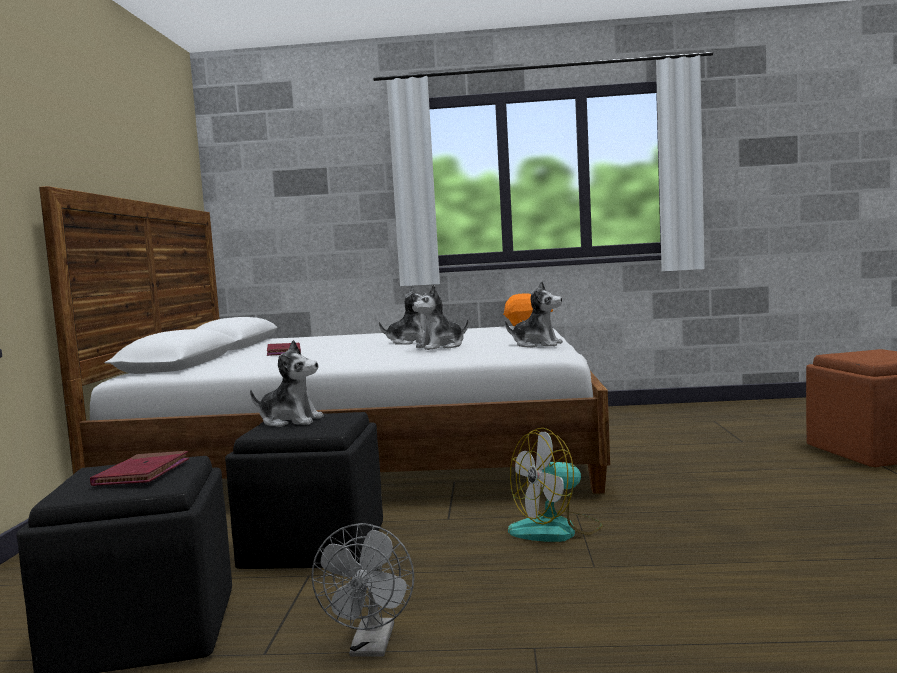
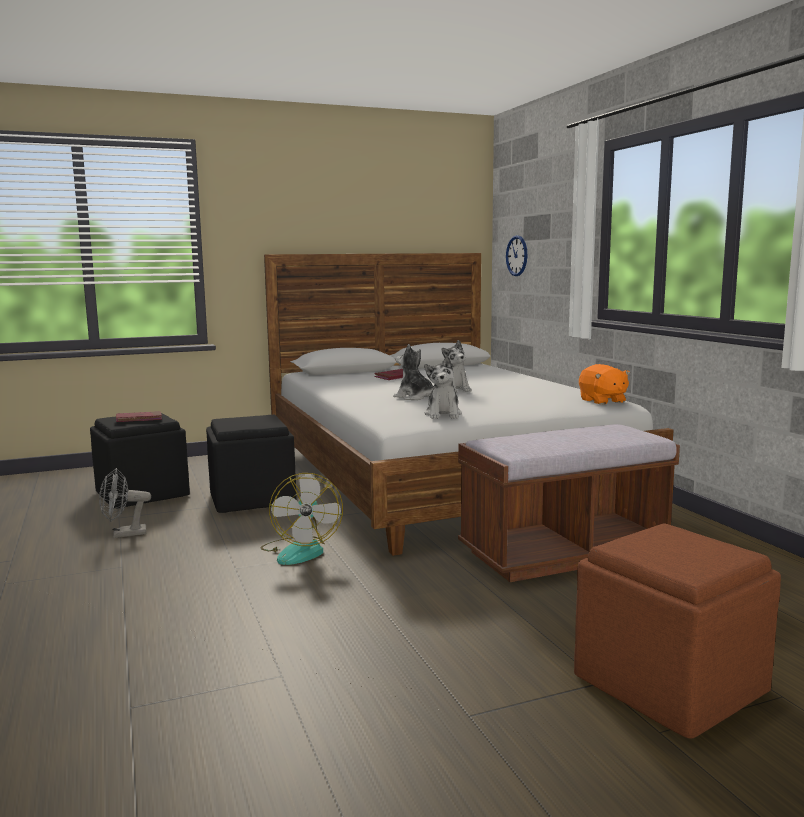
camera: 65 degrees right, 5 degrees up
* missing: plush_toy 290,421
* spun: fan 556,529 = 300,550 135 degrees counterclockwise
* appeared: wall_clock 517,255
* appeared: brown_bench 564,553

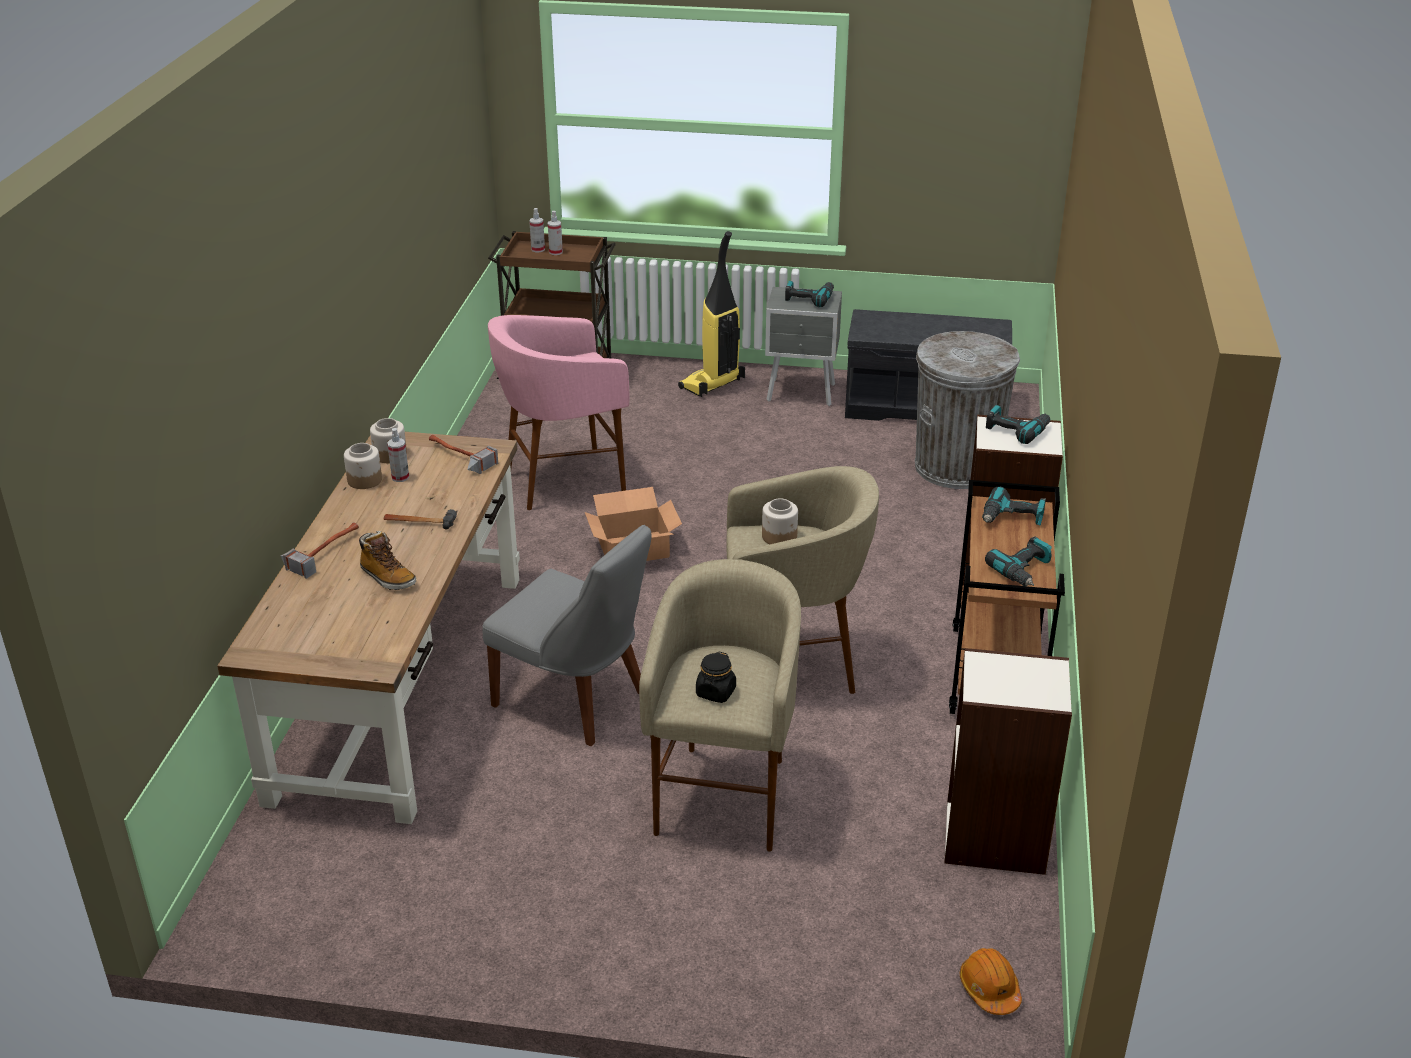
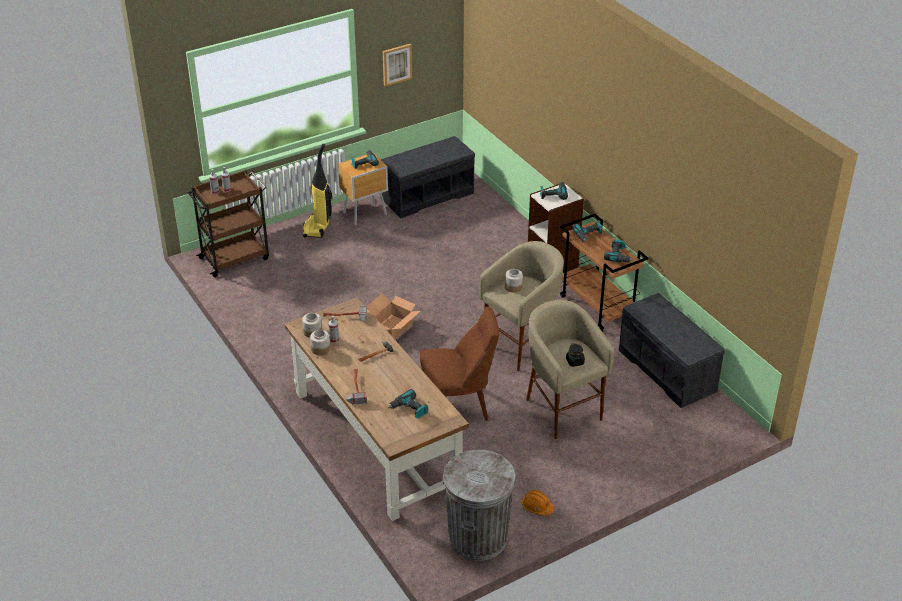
camera: 40 degrees left, 5 degrees up
* colour: grey_nightstand 802,394 to brown_nightstand 366,214
* missing: pink_stool 563,481
* relocated: grey_trash_can 956,467 to 477,537
* colour: grey_chair 576,701 to brown_chair 458,406
* missing: boot 387,578
* exchanged: bookcase 996,839 to grey_bench 668,371
* relocated: orange_hard_hat 989,989 to 537,507
* appeared: picture 396,64
* appeared: power_drill 409,409

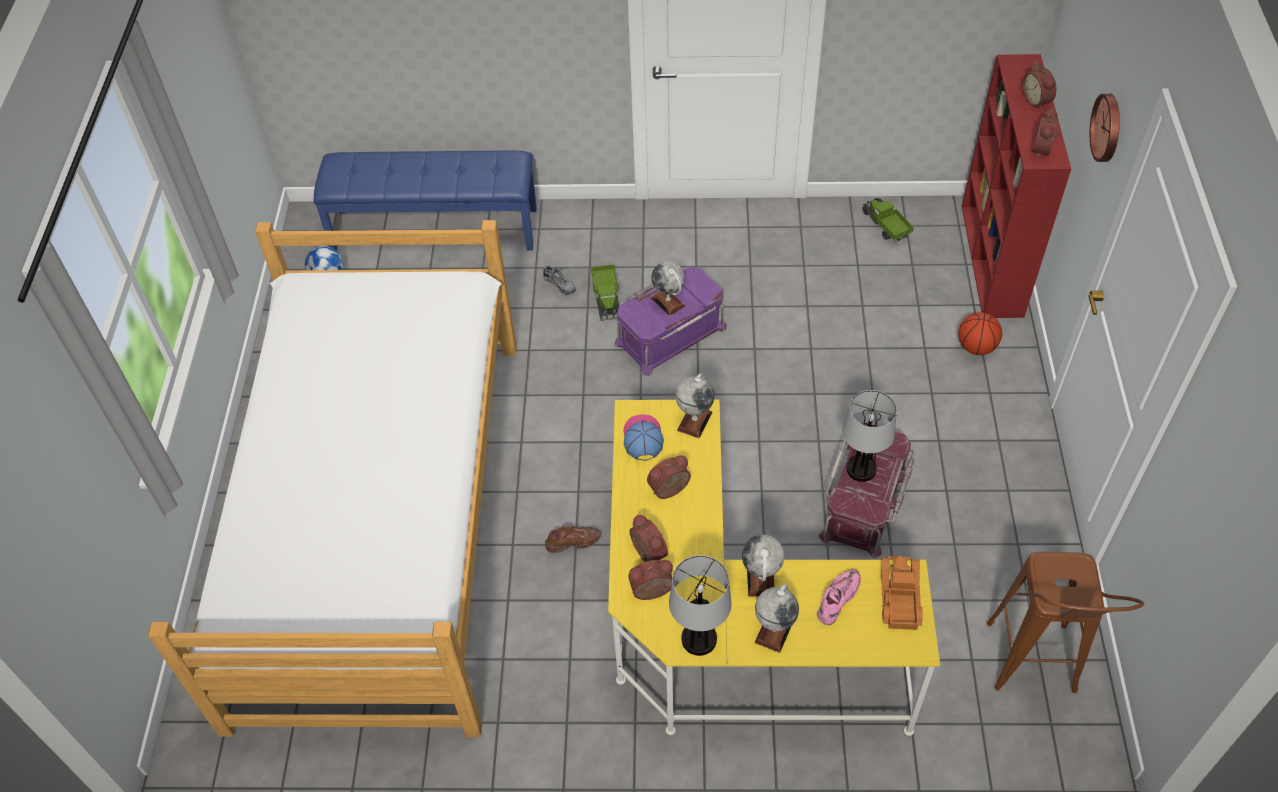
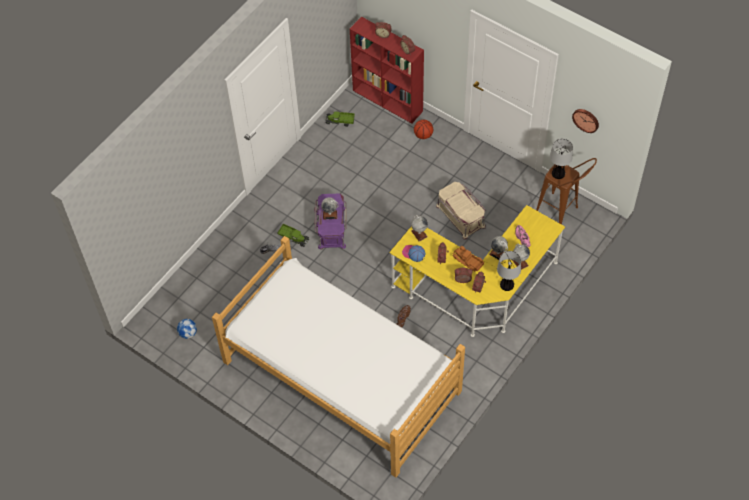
camera: 55 degrees left, 5 degrees up
* relocated: wall_clock 1108,127 to 586,119
* missing: blue_bench 435,228
* relocated: table_lamp 861,468 to 558,173
* colour: red_storage_box 865,503 to beige_storage_box 461,216
* relocated: toy_truck 898,596 to 467,261

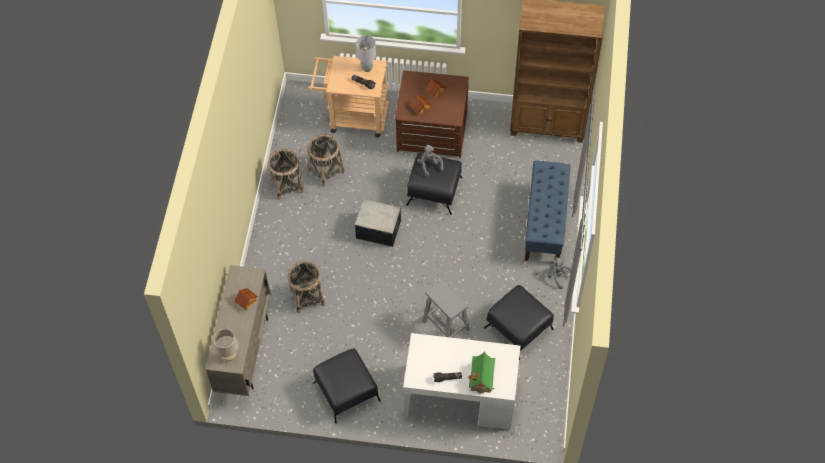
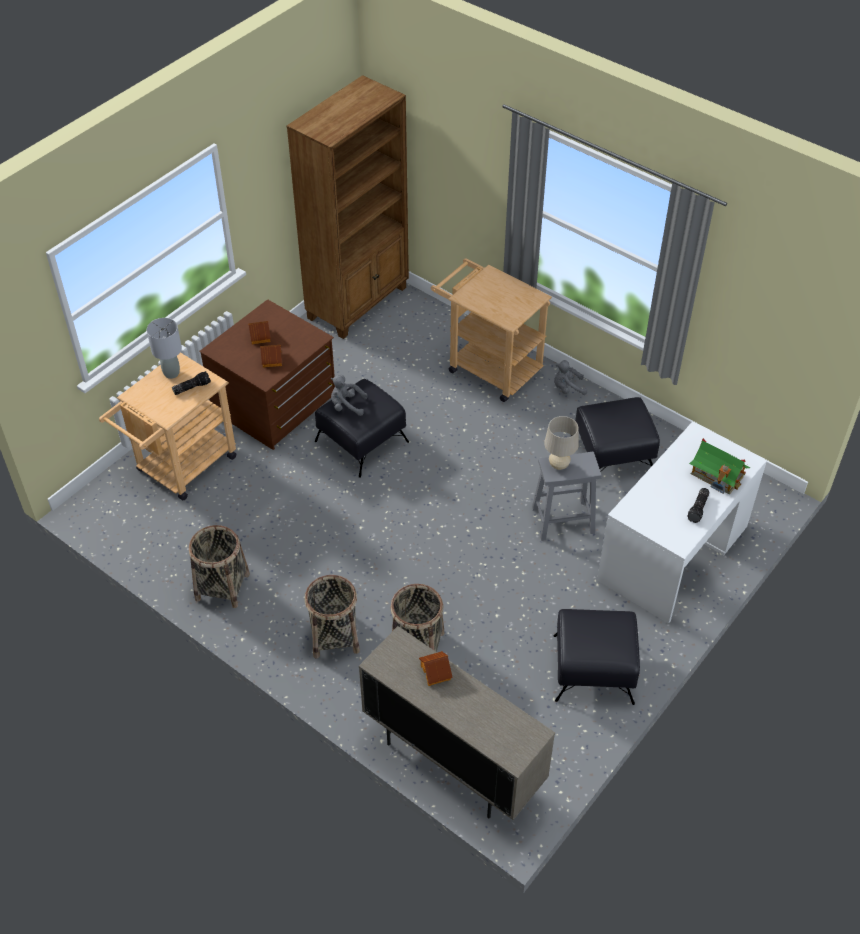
camera: 60 degrees left, 10 degrees down
* relocated: basket 326,170 to 334,636
* exchanged: blue_bench 545,223 to beige_cart 488,366
* missing: storage_box 378,229
* relocated: beige_table_lamp 229,356 to 558,465

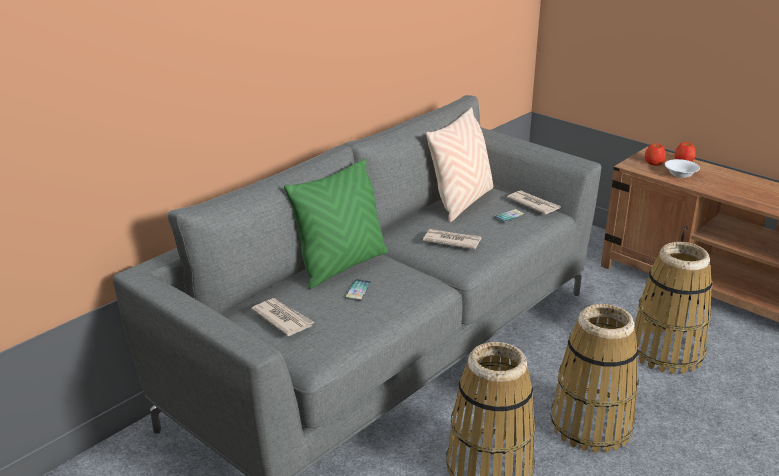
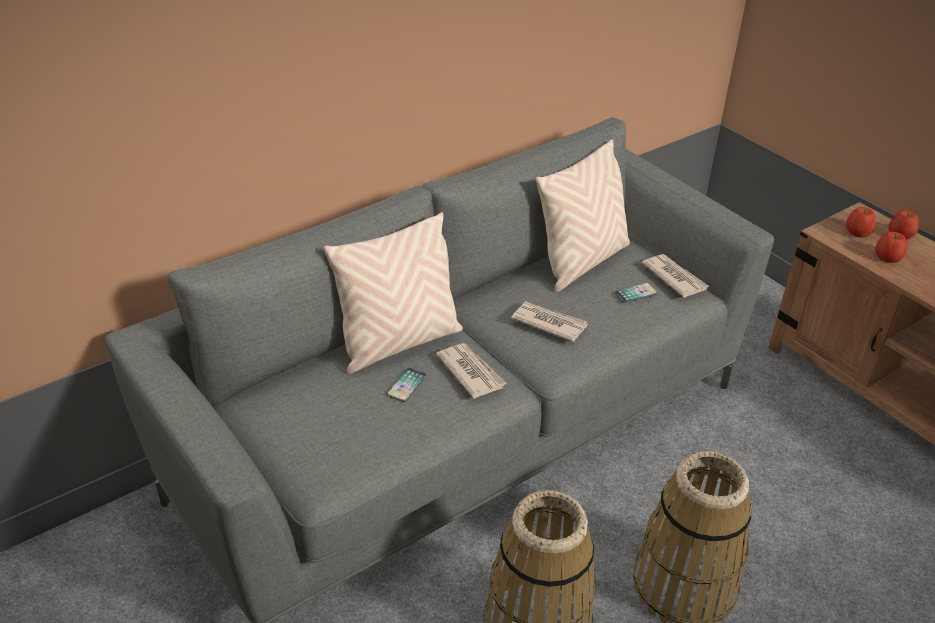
camera: 10 degrees right, 10 degrees up
* colour: green_pillow 341,266 to beige_pillow 398,343
* exchanged: white_bowl 680,174 to apple 888,257
* missing: basket 666,352
* relocated: newspaper 283,319 to 471,372

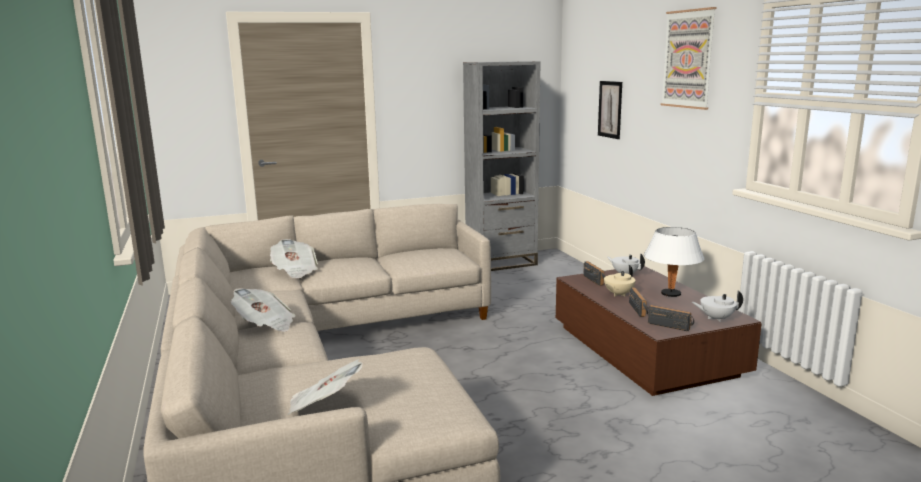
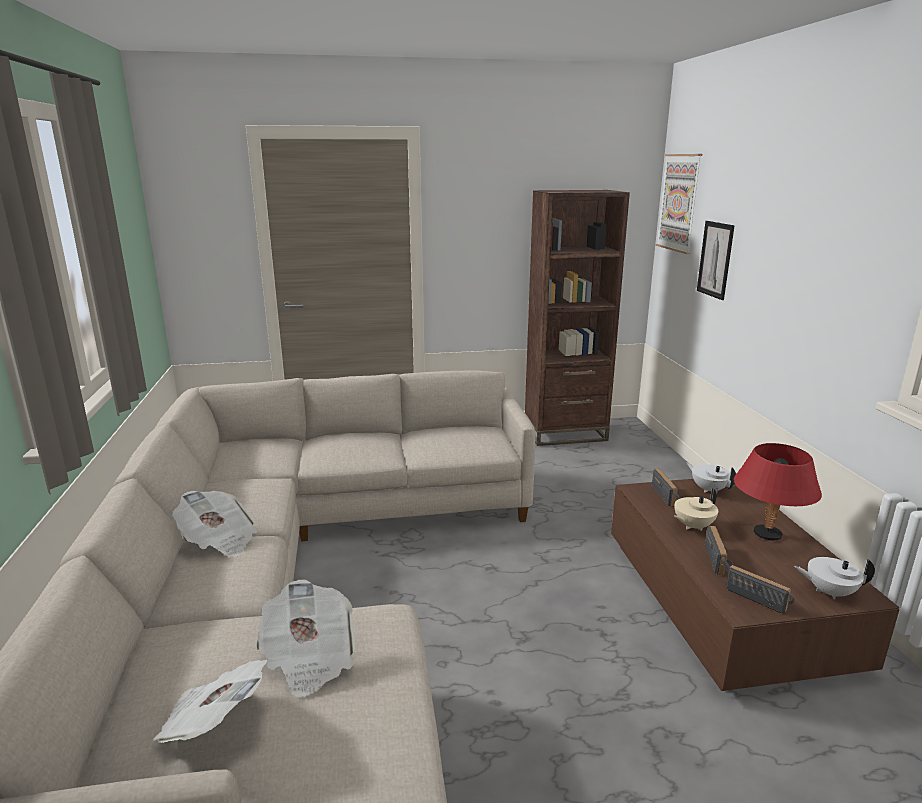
camera: 10 degrees right, 5 degrees up
* relocated: picture 688,59 to 679,203
* colour: grey_bookcase 501,262 to brown_bookcase 565,433
* colour: white_table_lamp 671,294 to red_table_lamp 767,534
* relocated: newspaper 295,271 to 309,658

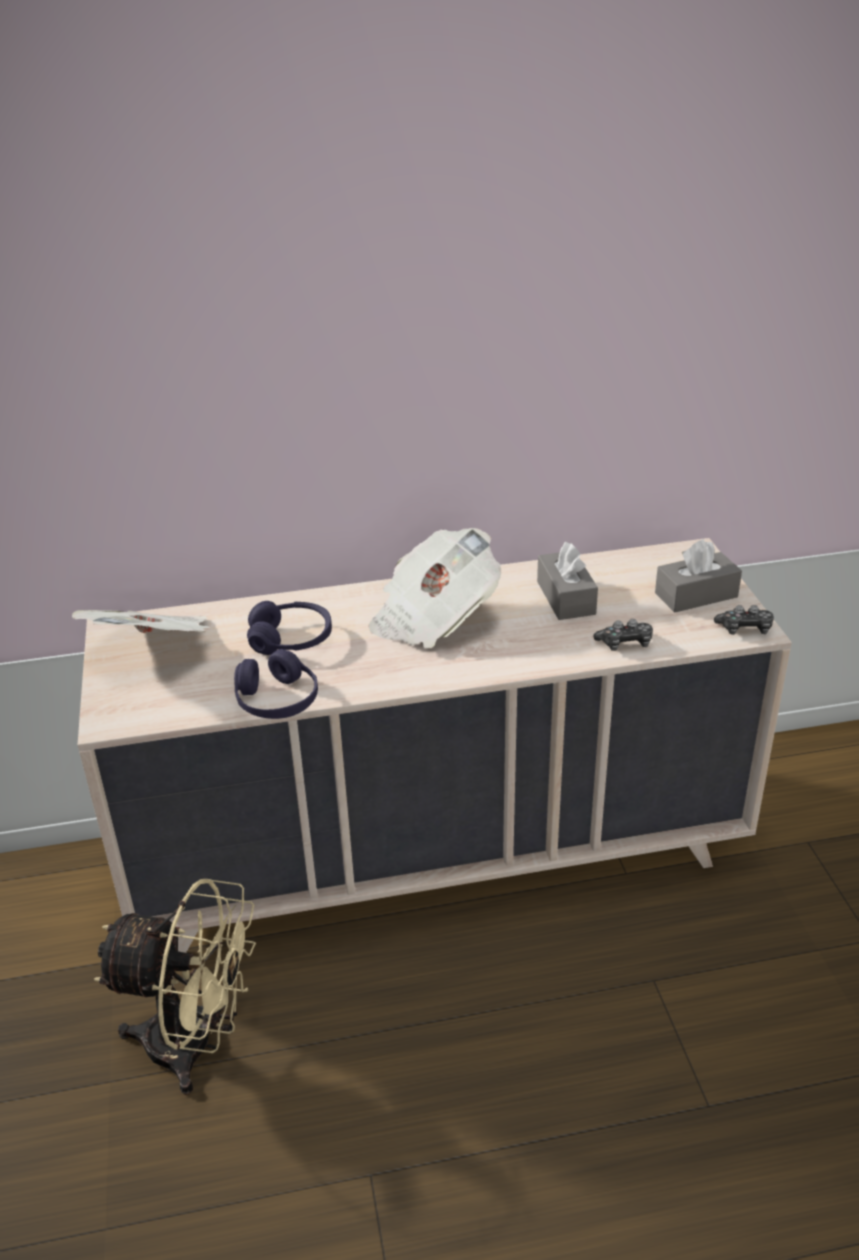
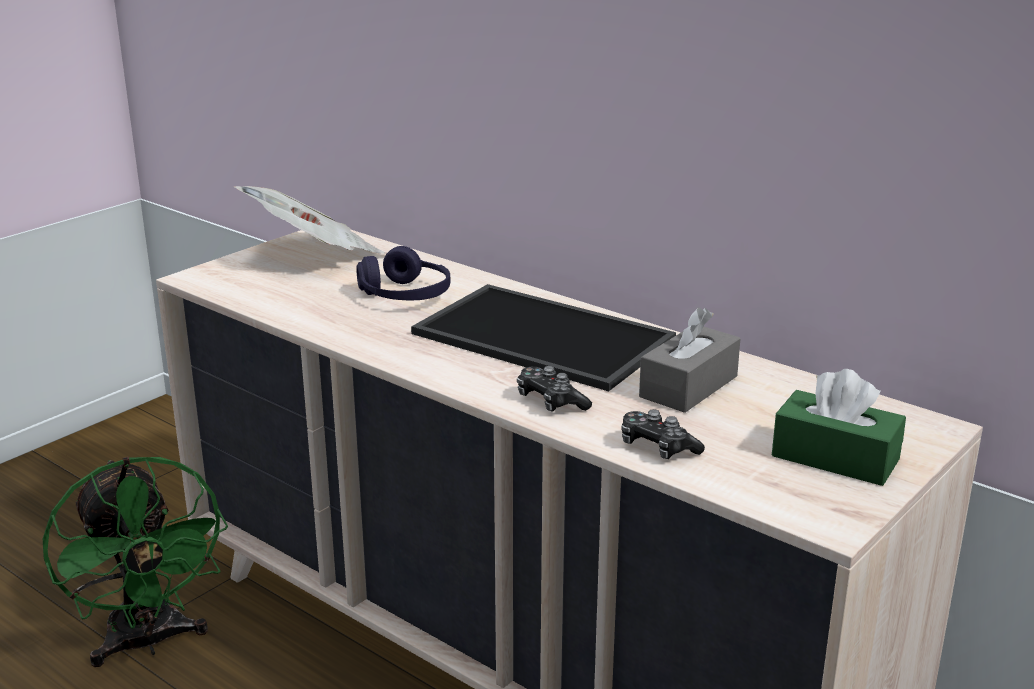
camera: 50 degrees right, 10 degrees down
* exchanged: newspaper 433,617 to tray 538,337
* colour: grey_tissue_box 696,595 to green_tissue_box 835,458
* relocated: game_controller 745,629 to 550,401
* missing: purple_headphones 277,700
* colour: beige_fan 197,1045 to green_fan 148,642

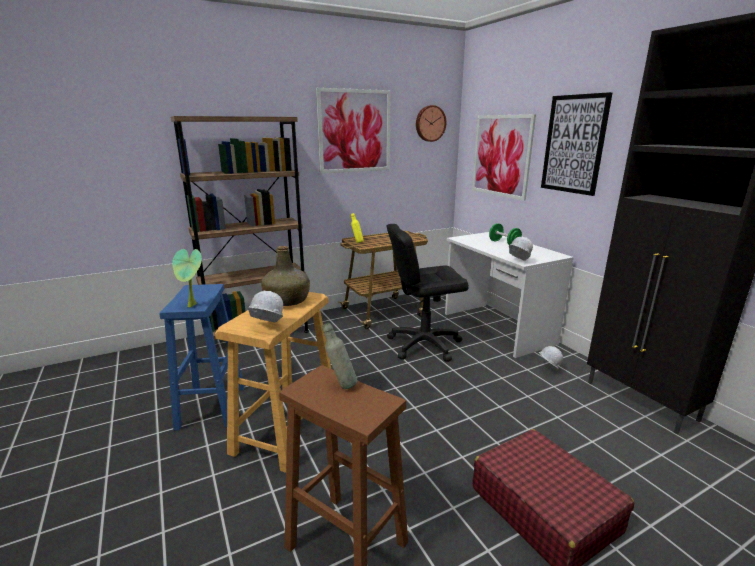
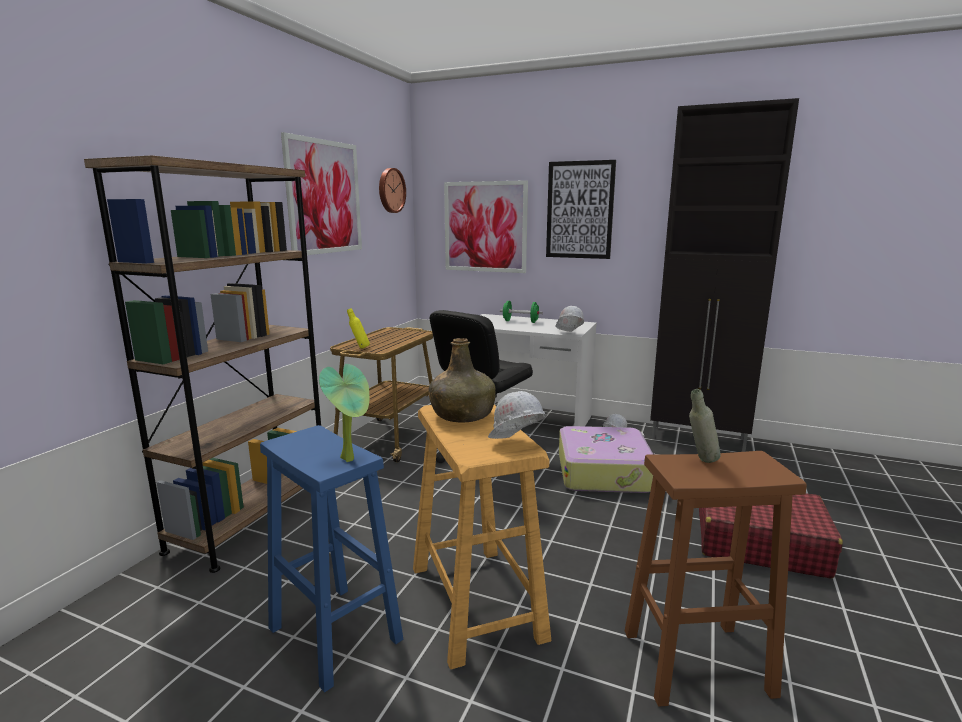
camera: 40 degrees left, 5 degrees down
* appeared: suitcase 605,472

